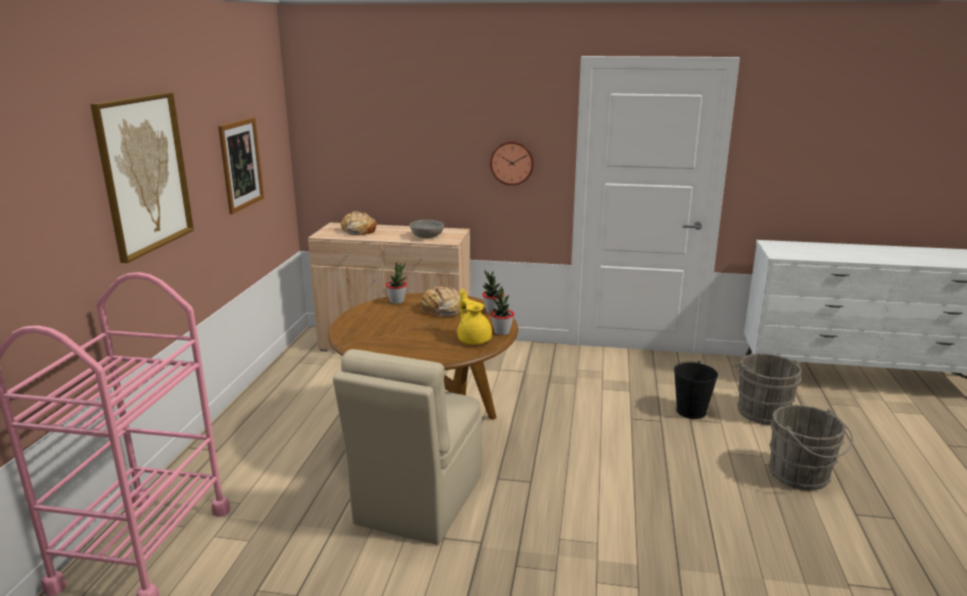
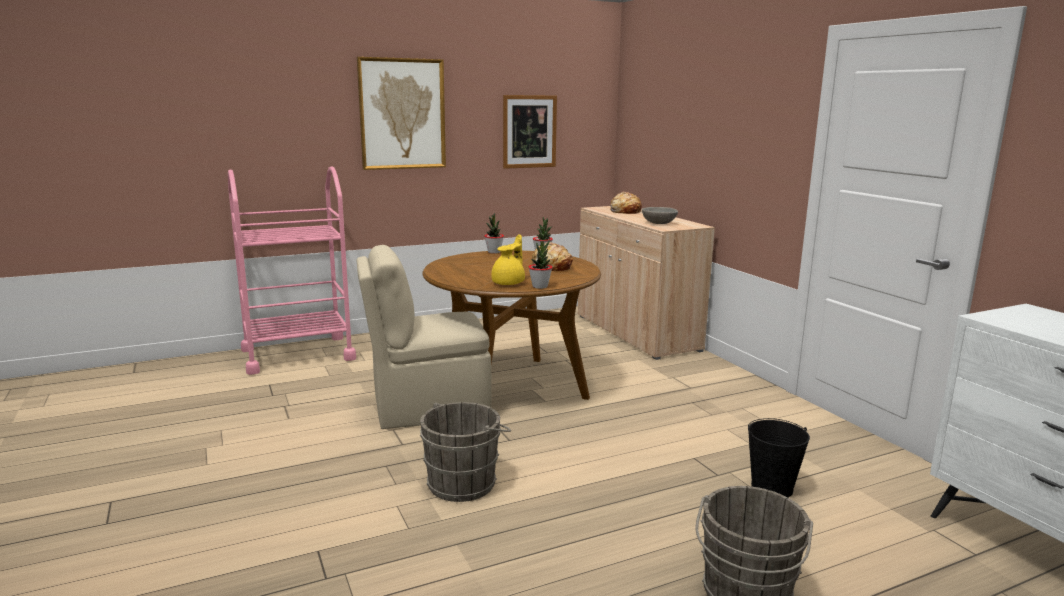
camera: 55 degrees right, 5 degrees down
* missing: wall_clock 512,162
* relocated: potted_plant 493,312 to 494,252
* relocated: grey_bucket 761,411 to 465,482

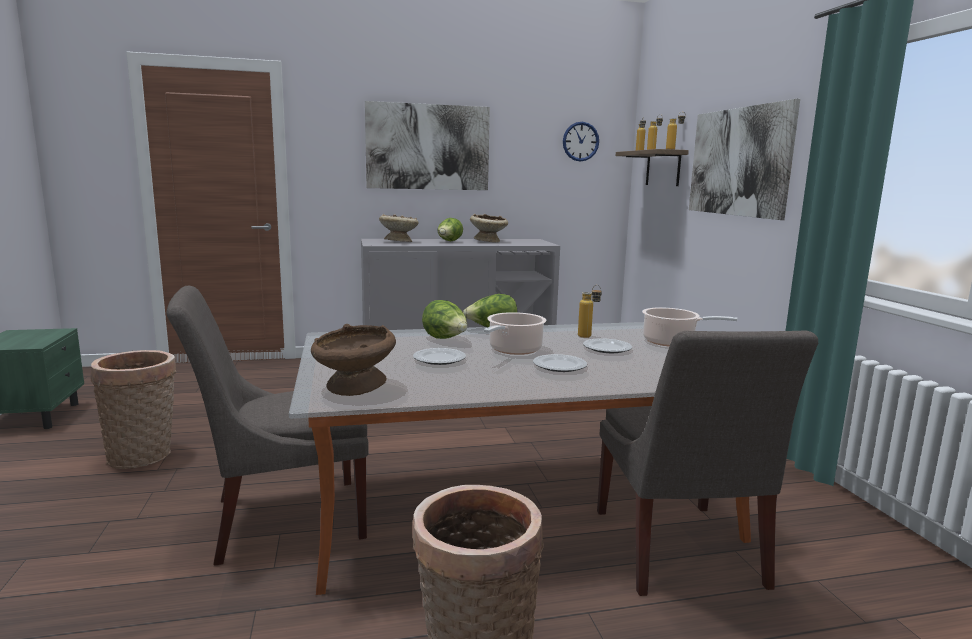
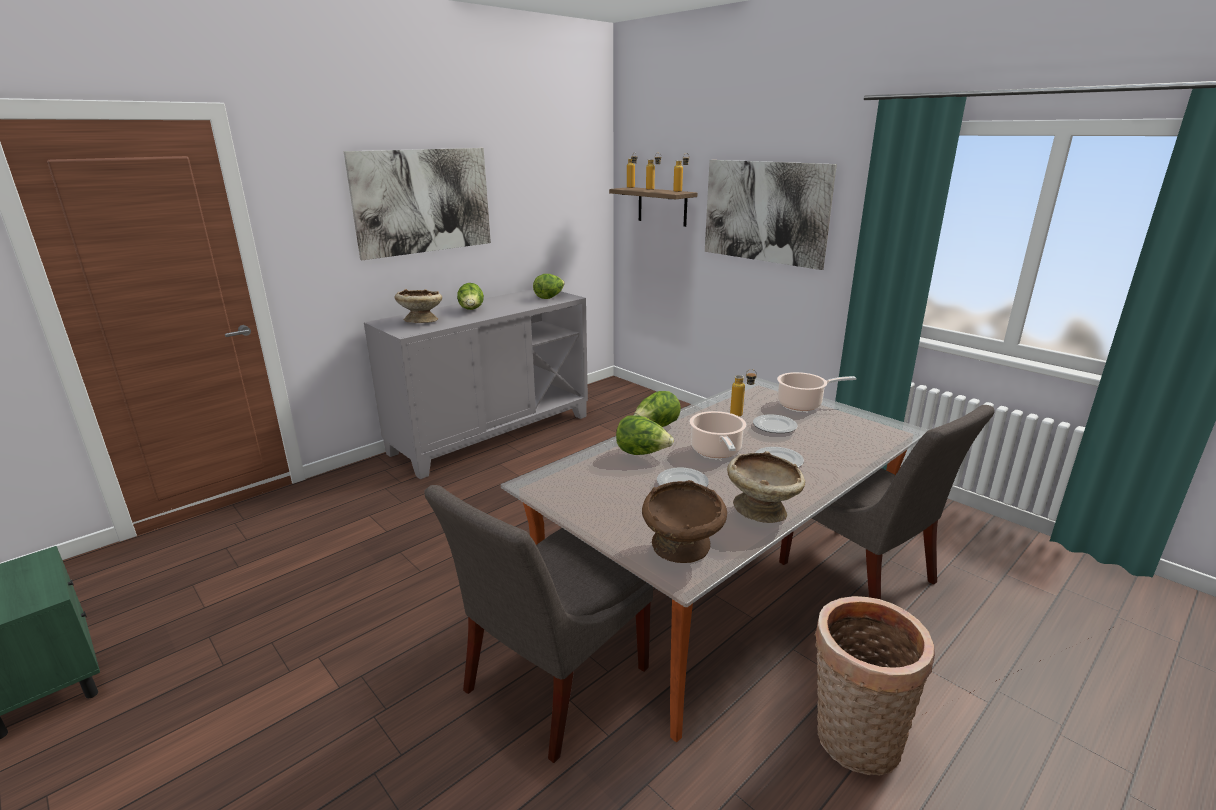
camera: 30 degrees left, 10 degrees up
* missing: wall_clock 580,141
* relocated: beige_bowl 488,241 to 762,510
* missing: basket 144,455
* appeared: lettuce 549,297

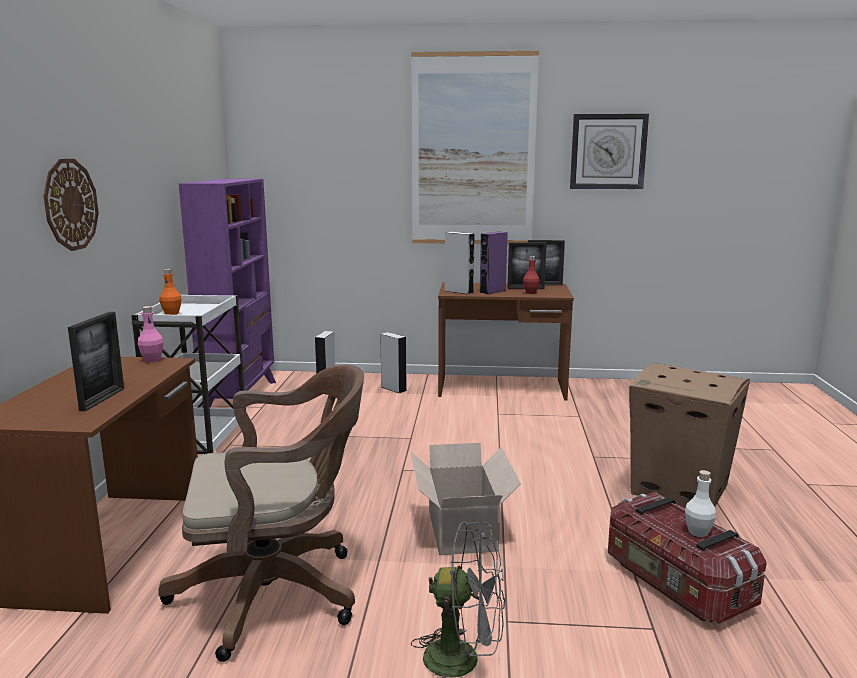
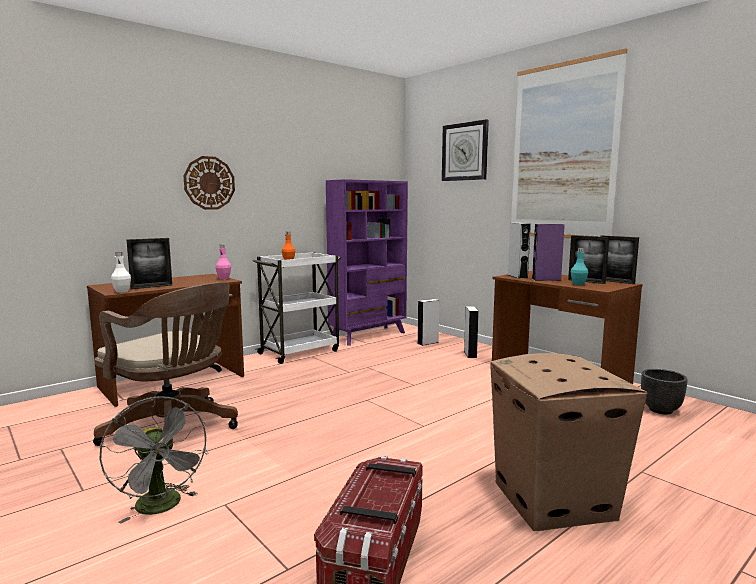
camera: 45 degrees right, 5 degrees down
* relocated: wall_clock 608,151 to 465,151
* colour: red_bottle 530,292 to turquoise_bottle 578,284
* missing: cardboard_box 461,532
* relocated: white_bottle 698,532 to 122,291
* appeared: black_planter 661,410

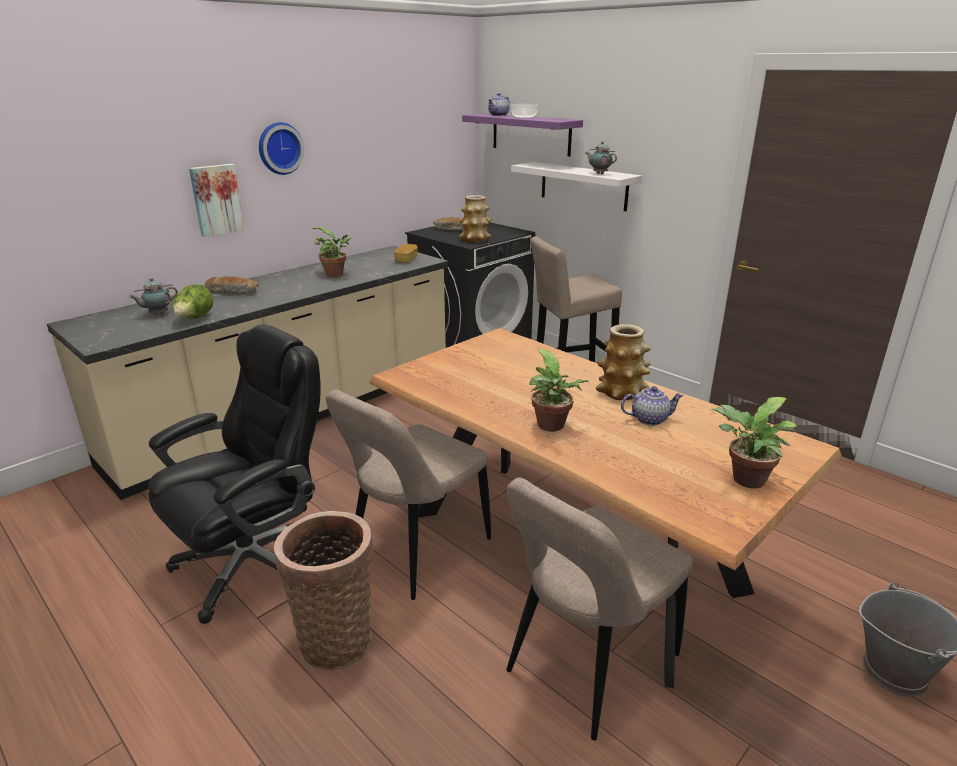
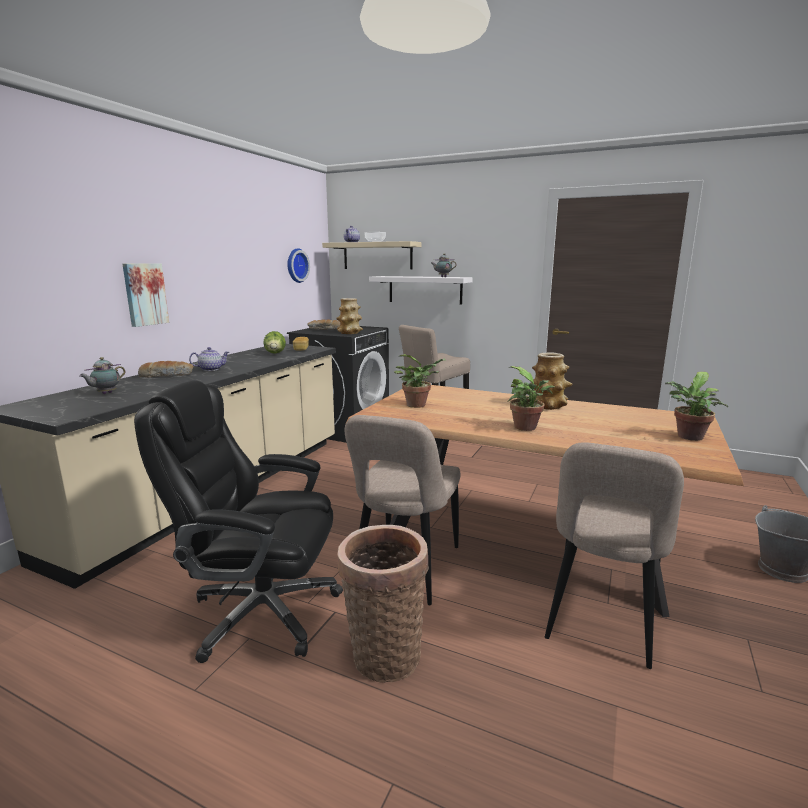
camera: 20 degrees left, 10 degrees down
* colour: purple_shelf 531,134 to beige_shelf 377,256
* relocated: wall_clock 279,148 to 296,265
* relocated: potted_plant 336,275 to 418,405
* relocated: lettuce 195,319 to 275,354
* spun: black_office_chair 254,563 = 260,611 105 degrees counterclockwise
* relocated: teapot 650,419 to 211,369

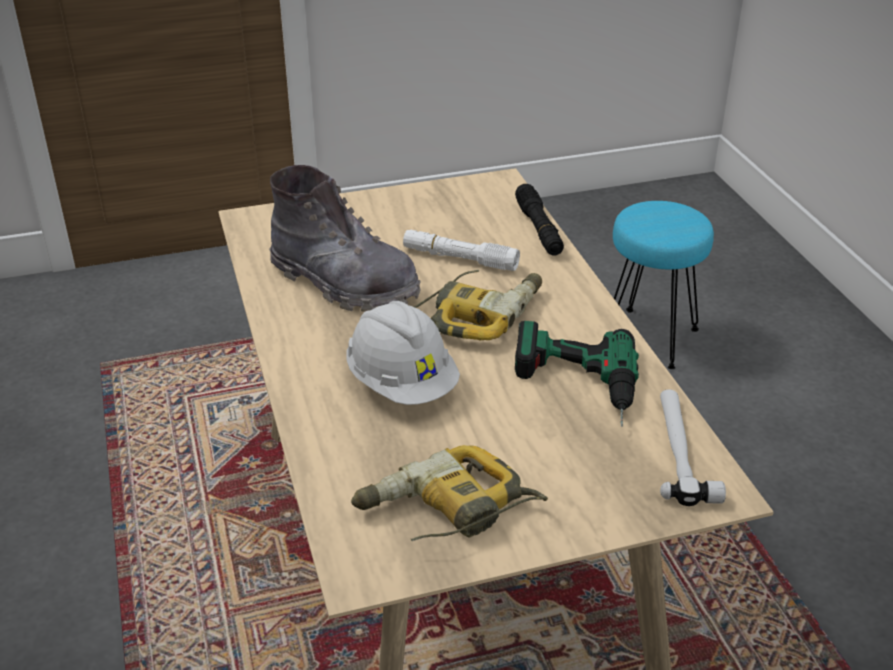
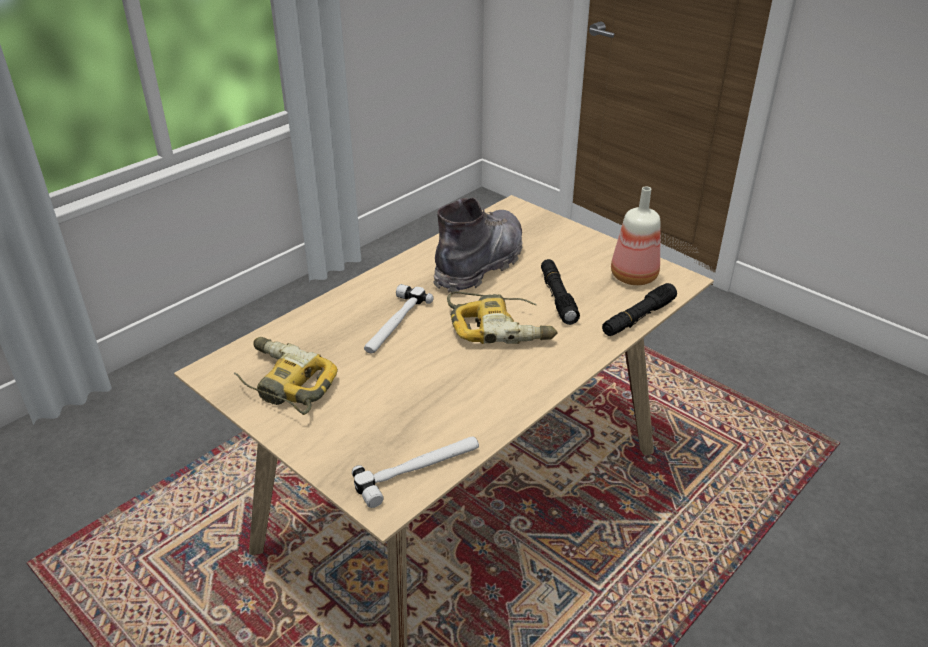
camera: 60 degrees right, 0 degrees up
* spun: grey_boot 344,283 = 480,264 150 degrees counterclockwise
* missing: turquoise_stool 648,339
* colour: white_flashlight 460,259 to black_flashlight 558,297
* exchanged: white_hard_hat 402,383 to hammer 394,324
* missing: power_drill 575,387
* appeared: bottle 634,277

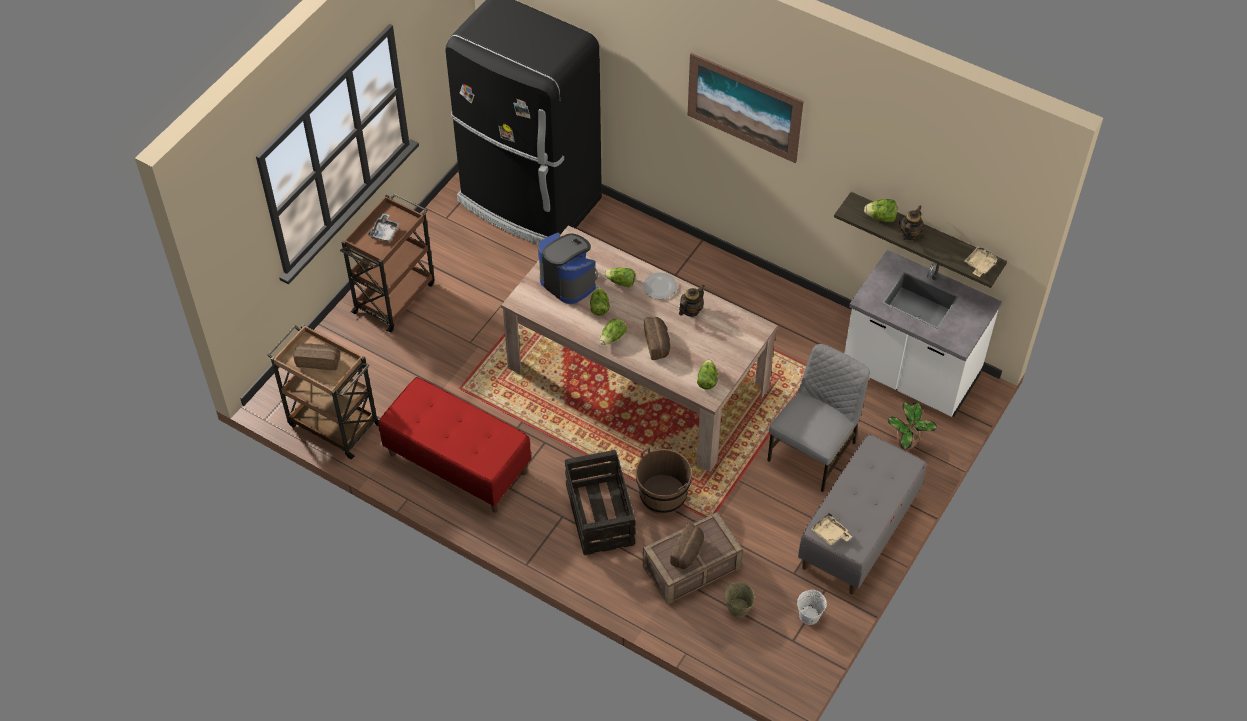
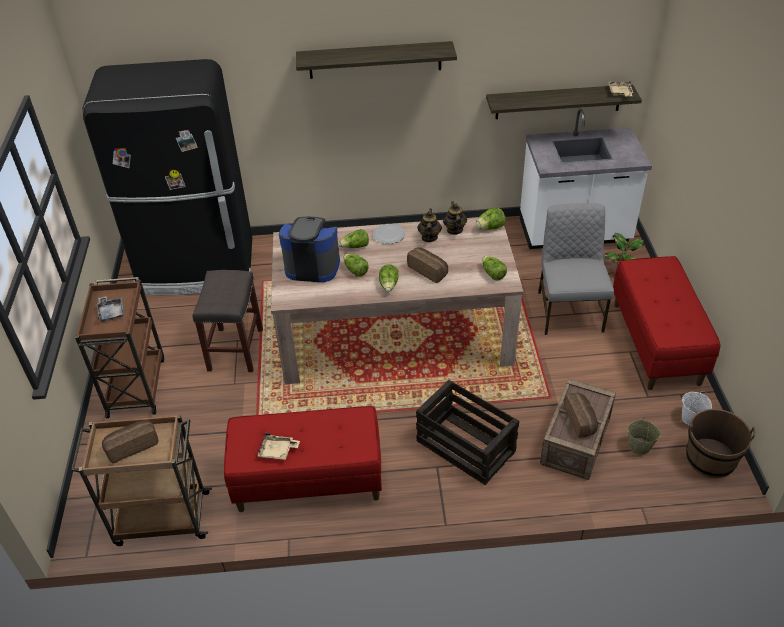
camera: 35 degrees left, 10 degrees down
* exchanged: picture 744,107 to shelf 375,60
* relocated: lettuce 880,217 to 490,228
* relocated: teapot 909,234 to 454,230
* colour: grey_bench 858,532 to red_bench 656,343
* relocated: brown_bucket 663,495 to 710,459
* relocated: beige_tray 830,534 to 278,451
* appeared: grey_stool 235,349

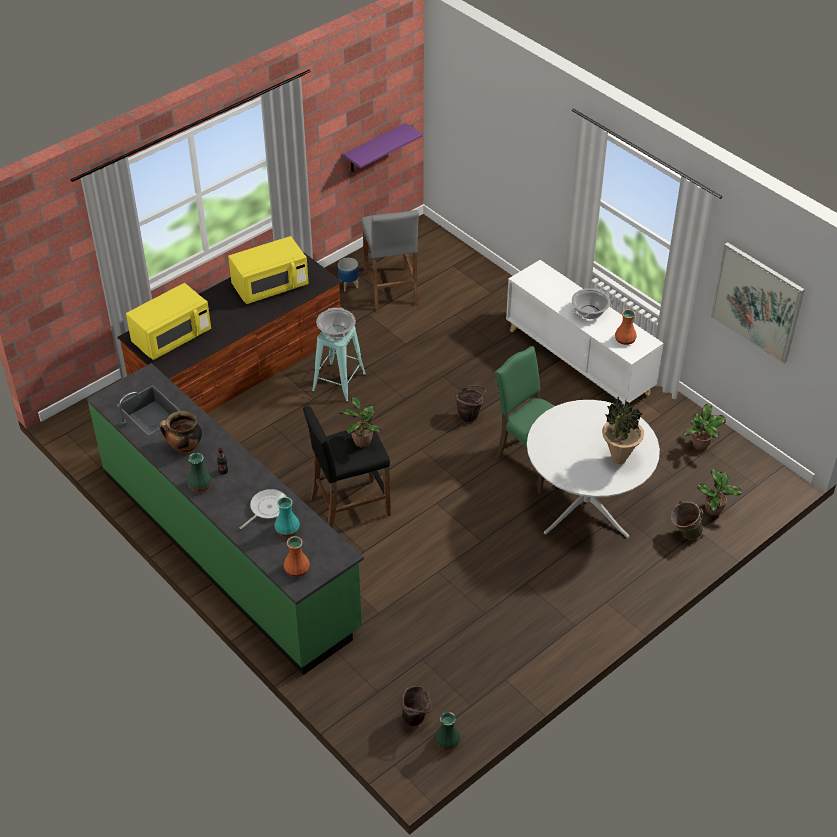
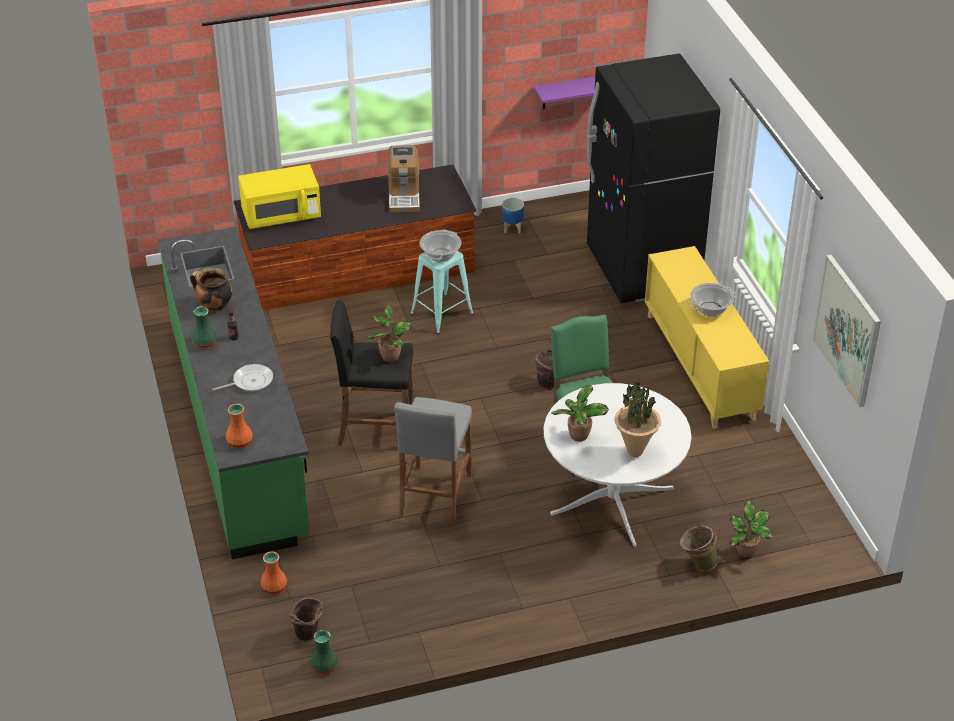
camera: 25 degrees right, 5 degrees down
* relocated: grey_stool 391,289 to 435,495
* exchanged: yellow_microwave 270,286 to coffee_machine 404,196
* colour: white_cabinet 578,361 to yellow_cabinet 700,366
* relocated: orange_vase 624,340 to 273,587
* relocated: potted_plant 700,446 to 578,436
* missing: turquoise_vase 287,529
* appeared: black_fridge 642,270

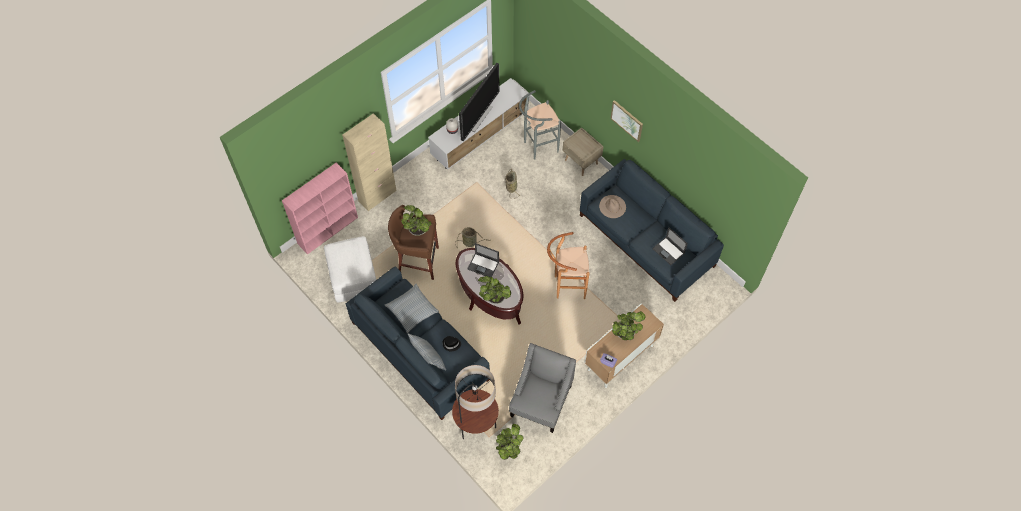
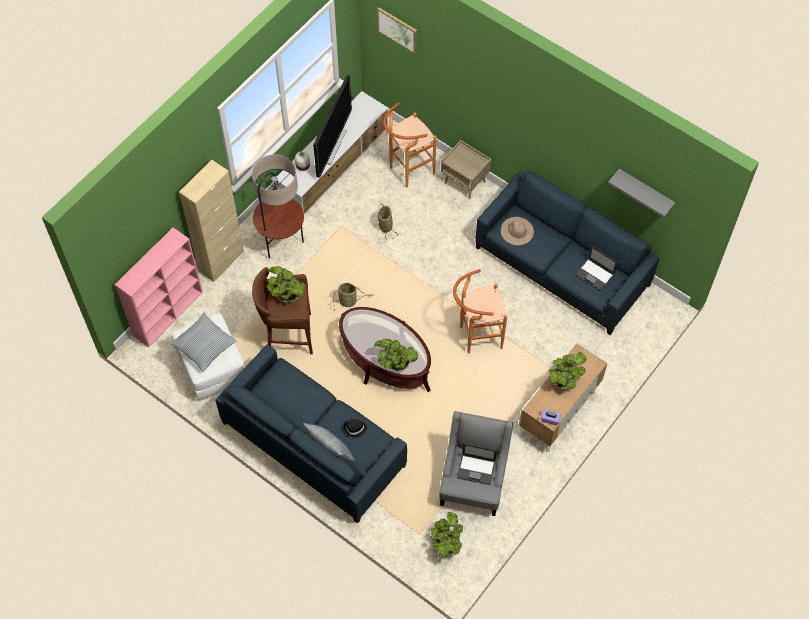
camera: 10 degrees left, 0 degrees up
* colour: grey_stool 537,147 to brown_stool 408,172
* relocated: picture 627,120 to 397,29
* relocated: laptop 483,265 to 476,469
* relocated: pillow 412,310 to 204,345
* relocated: floor_lamp 476,427 to 282,244
* appeared: grey_shelf 645,191

